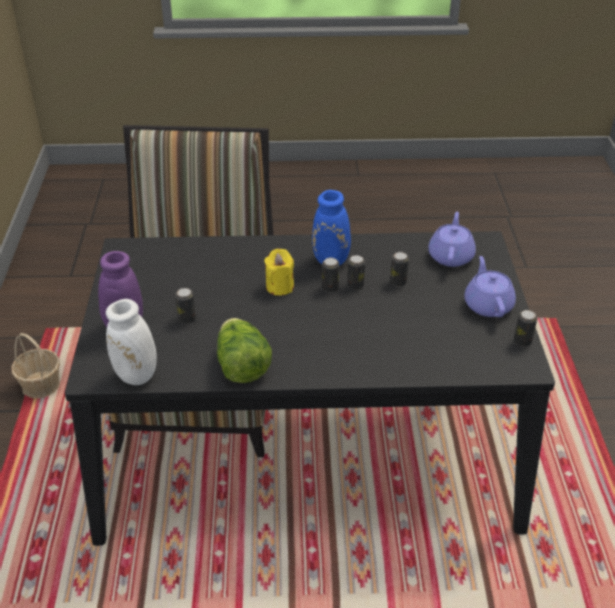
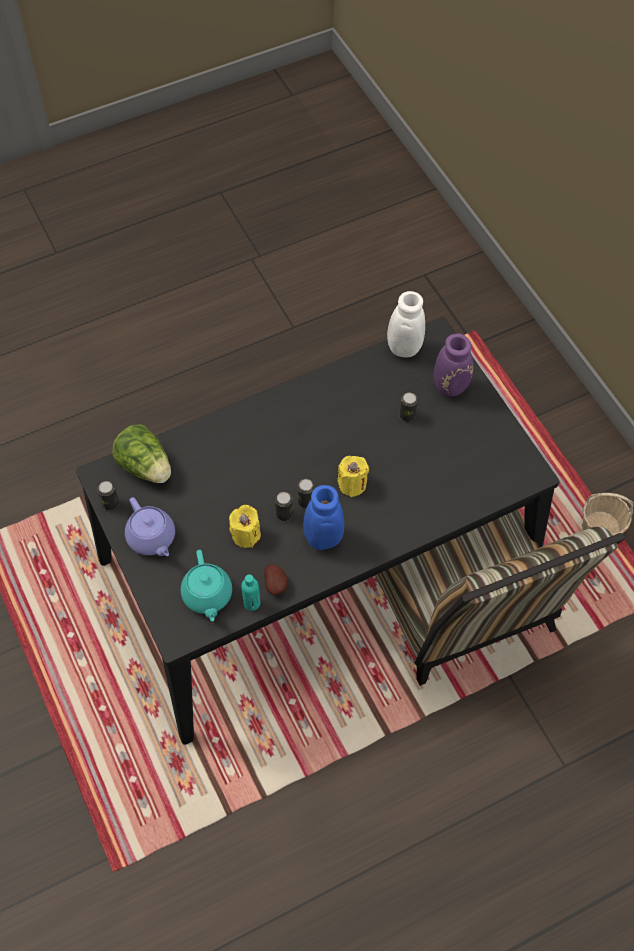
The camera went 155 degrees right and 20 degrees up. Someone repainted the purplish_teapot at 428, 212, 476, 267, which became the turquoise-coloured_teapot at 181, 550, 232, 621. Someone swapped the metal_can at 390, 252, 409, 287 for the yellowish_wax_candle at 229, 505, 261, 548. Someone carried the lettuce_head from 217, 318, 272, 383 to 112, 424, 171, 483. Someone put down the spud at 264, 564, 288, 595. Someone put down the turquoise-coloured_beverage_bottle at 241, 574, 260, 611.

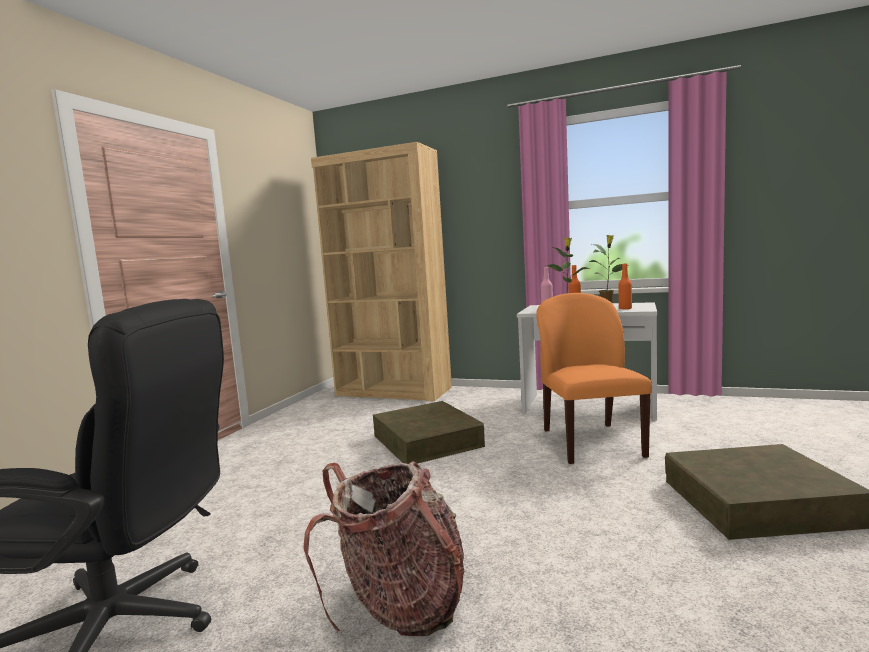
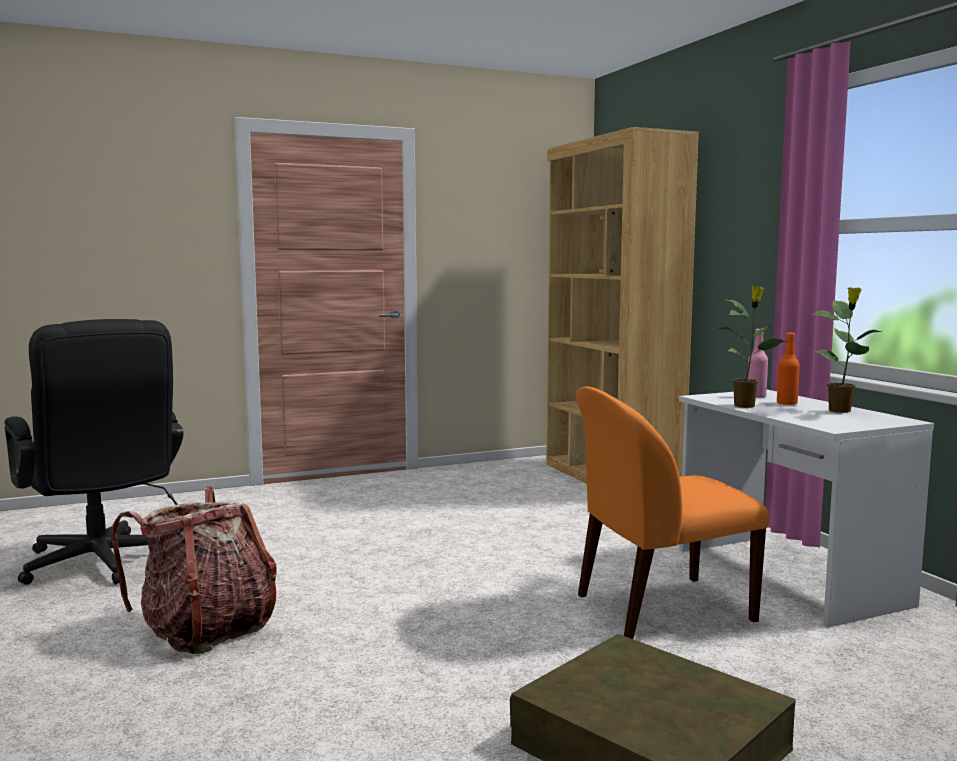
The camera went 45 degrees right and 0 degrees up. Someone took away the orange_beverage_bottle at 618, 263, 632, 309. Someone rotated the orange_upright_chair at 536, 293, 652, 464 by 150 degrees counterclockwise. Someone took away the brown-coloured_storage_bin at 373, 401, 485, 464.

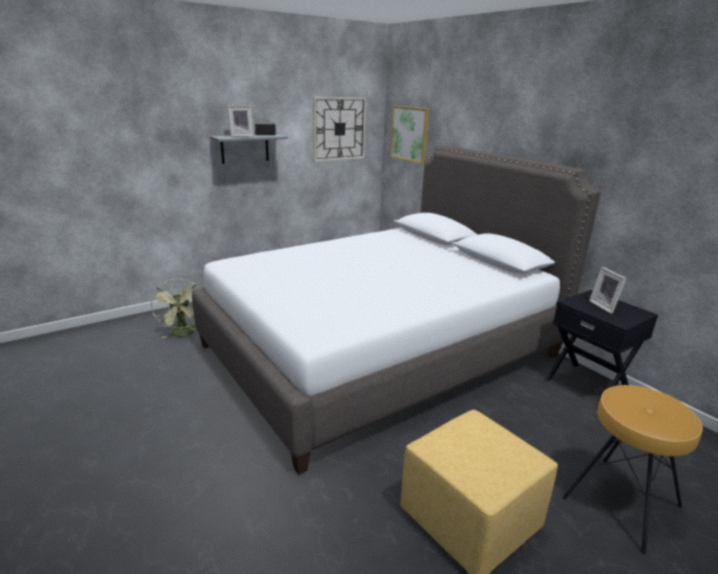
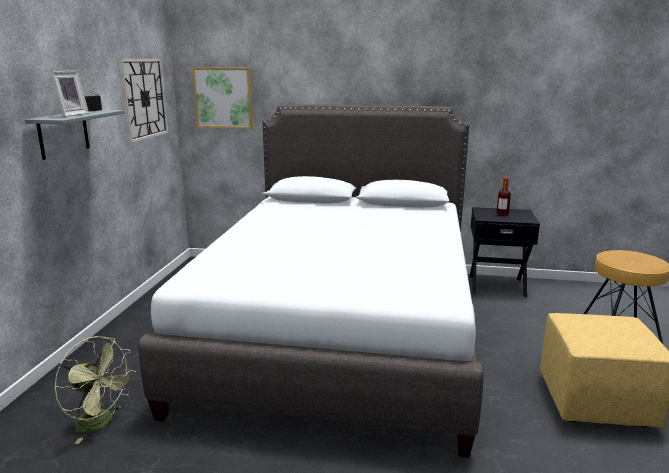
The camera went 45 degrees left and 5 degrees down. Someone swapped the standing_frame at 589, 267, 627, 314 for the beverage_bottle at 496, 178, 511, 216.

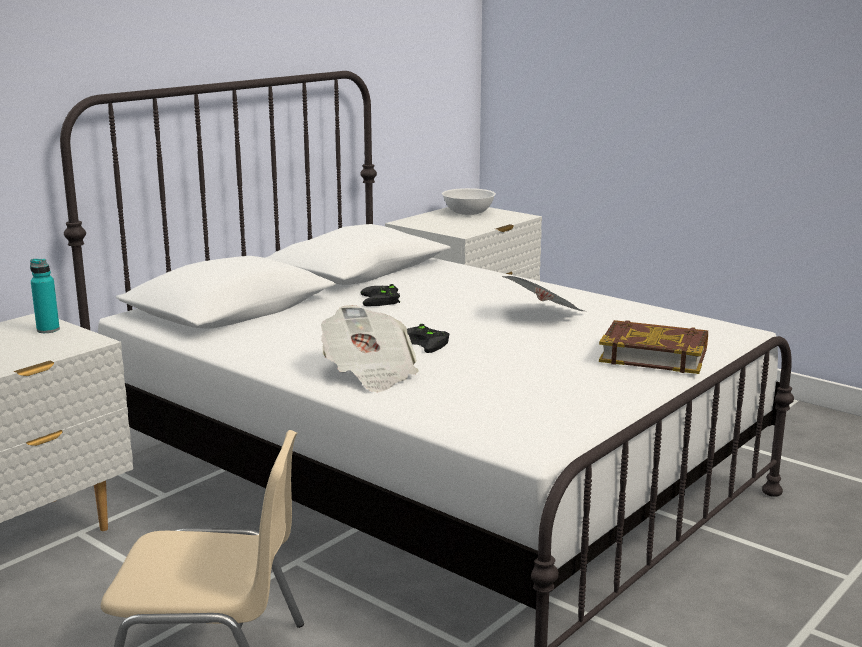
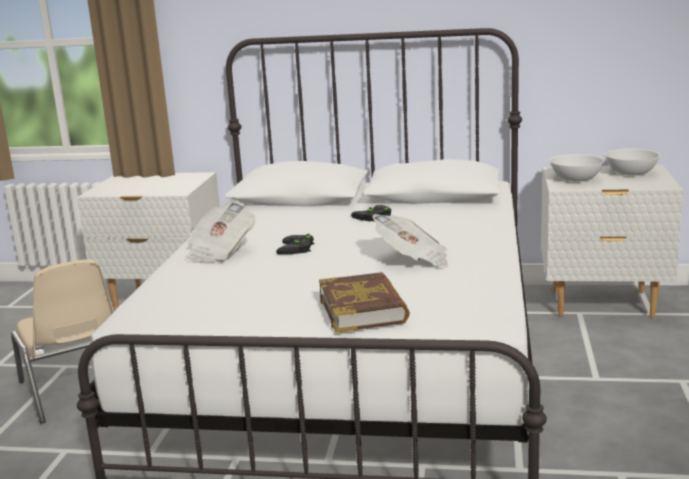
The camera went 60 degrees right and 0 degrees up. Someone took away the turquoise-coloured_beverage_bottle at 30, 259, 60, 333. Someone put down the white-coloured_deep_dish at 549, 154, 605, 181.

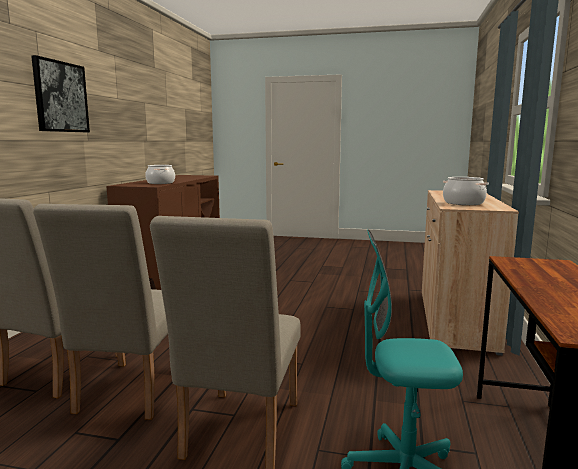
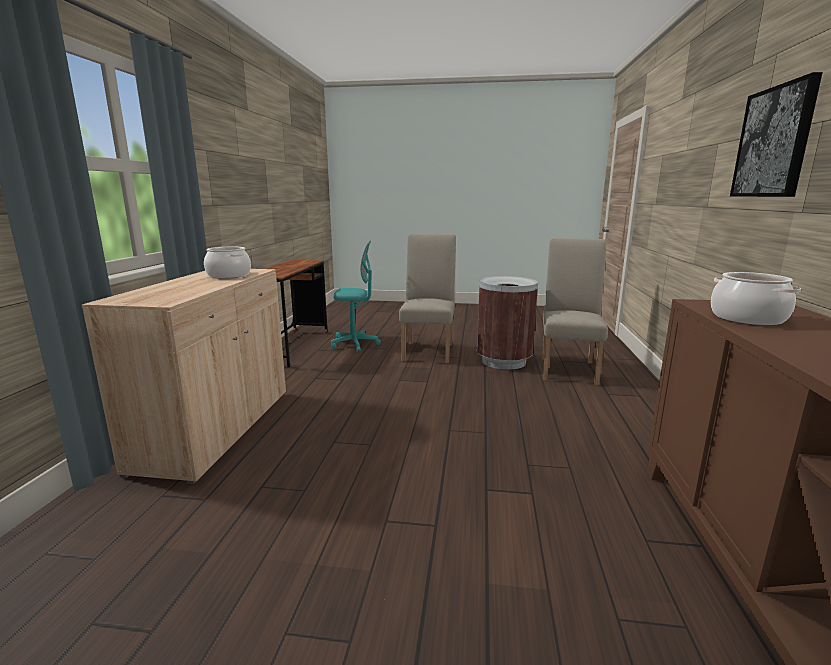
The camera went 175 degrees right and 5 degrees up. Someone swapped the beige_upright_chair at 33, 204, 168, 420 for the brown-coloured_trash_can at 477, 276, 538, 370.

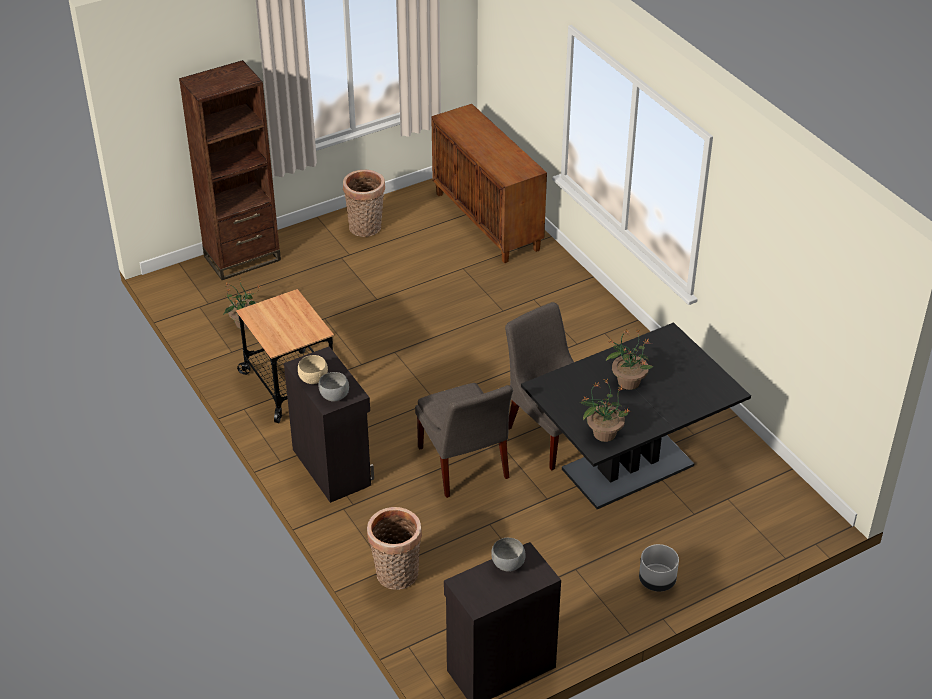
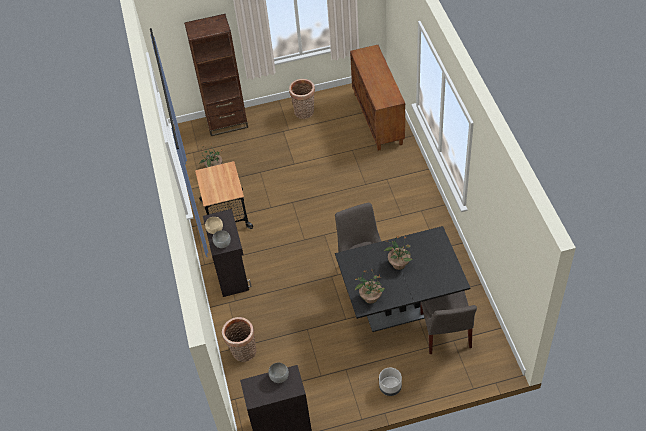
The camera went 20 degrees right and 10 degrees up. Someone carried the greyish_upright_chair from 415, 383, 513, 498 to 420, 291, 477, 354.

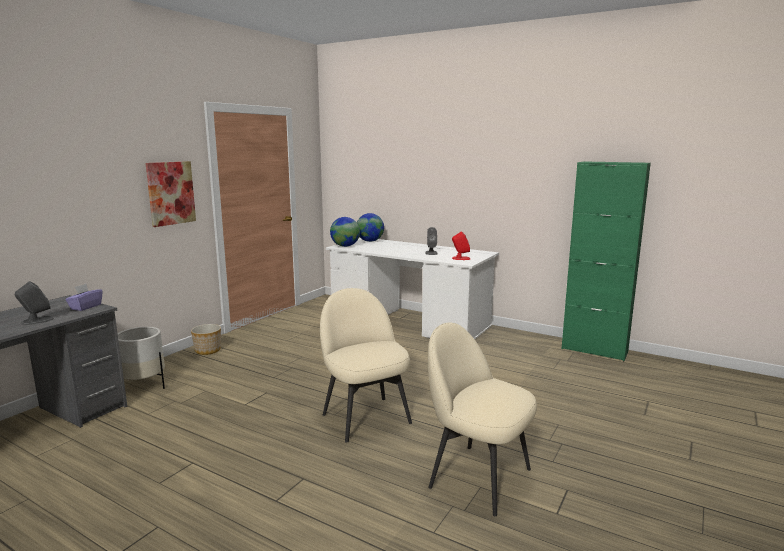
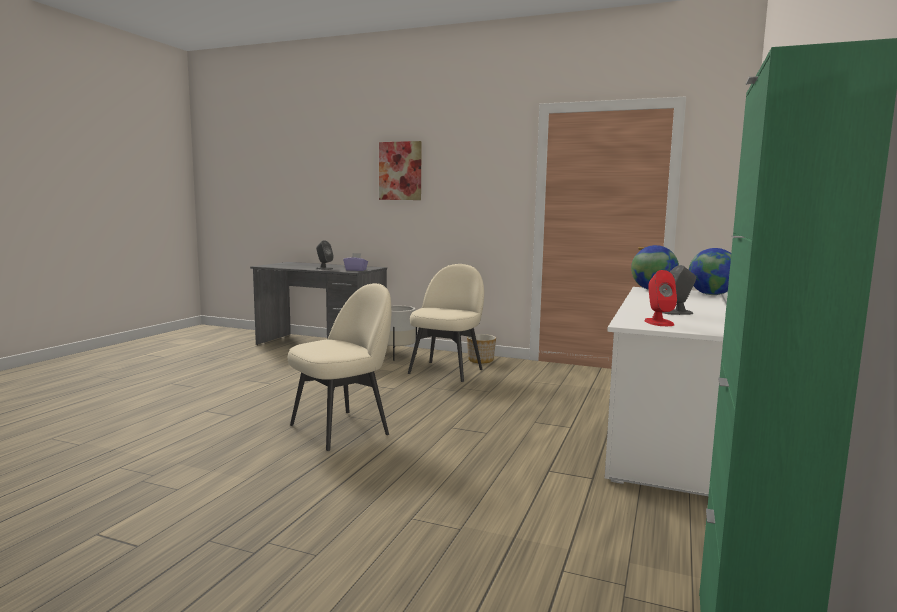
The camera went 80 degrees right and 5 degrees down. Someone carried the wall_art from 145, 161, 196, 227 to 379, 141, 422, 200. Someone carried the beige_upright_chair from 428, 323, 537, 516 to 408, 264, 484, 382.

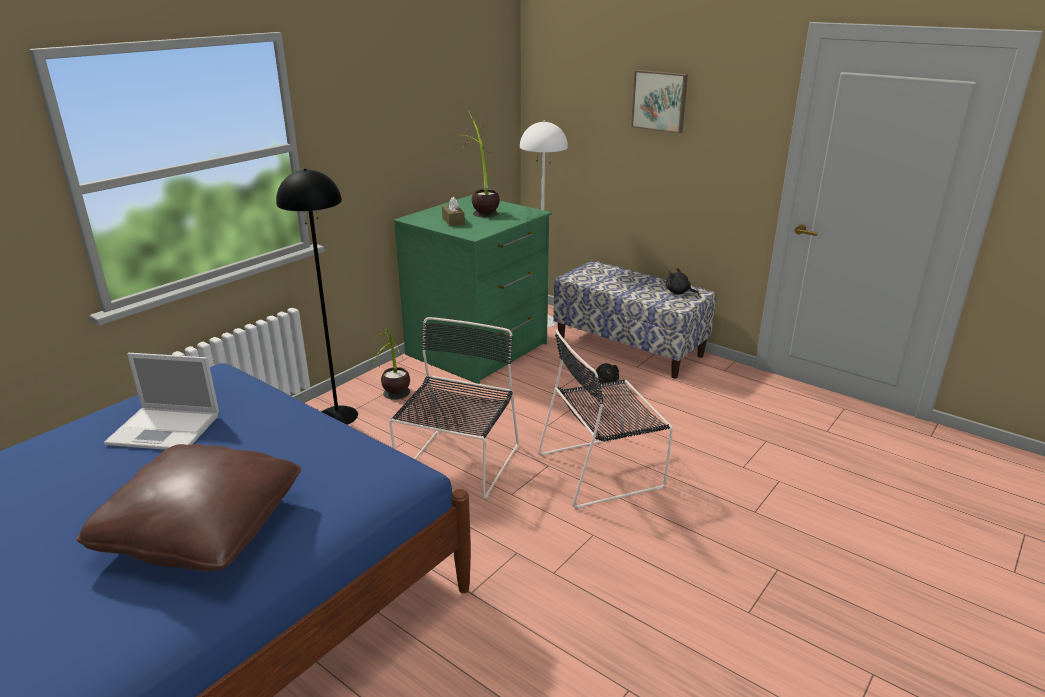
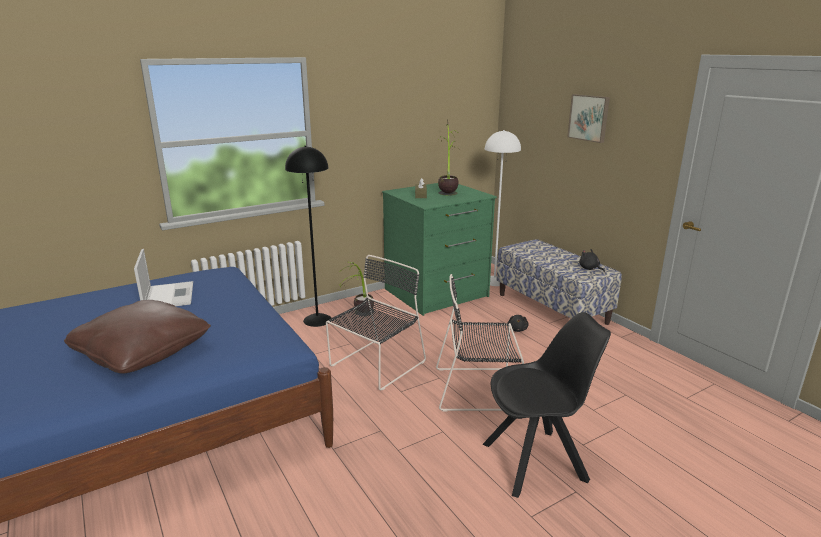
The camera went 20 degrees right and 5 degrees down. Someone rotated the portable_computer at 104, 353, 219, 450 by 135 degrees counterclockwise. Someone put down the black-coloured_upright_chair at 482, 312, 611, 498.

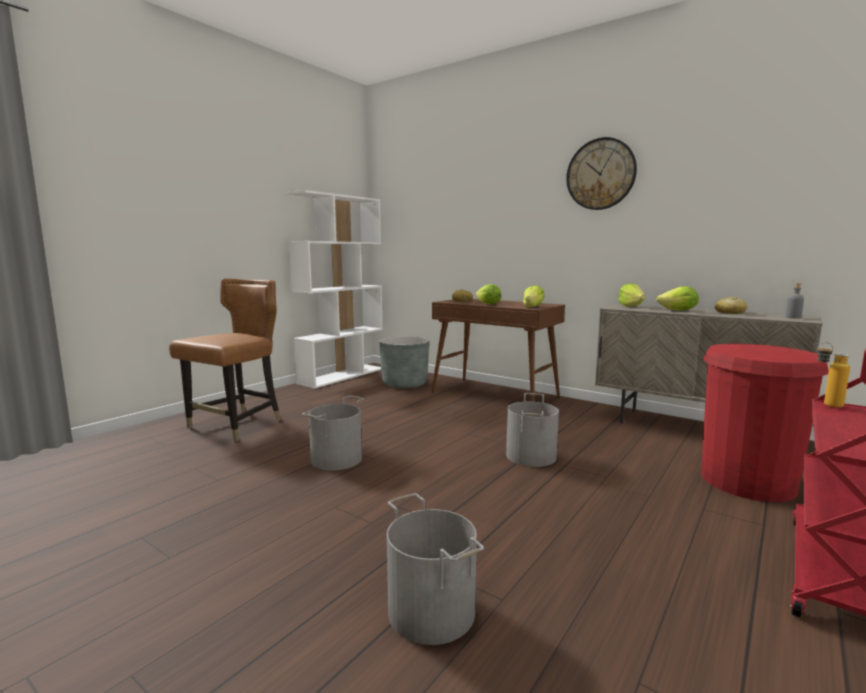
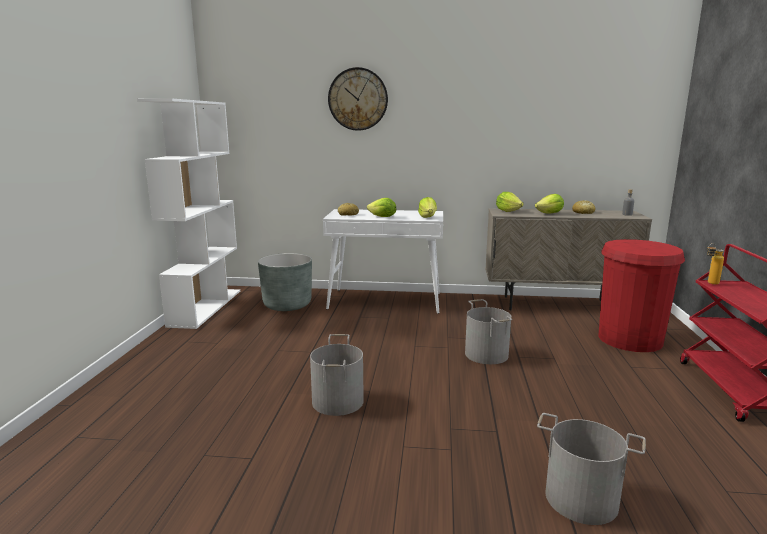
The camera went 30 degrees left and 5 degrees up. Someone carried the wall_clock from 566, 137, 637, 210 to 328, 67, 388, 131. Someone took away the brown-coloured_upright_chair at 169, 278, 281, 441. Someone repainted the brown-coloured_hall_table at 431, 299, 565, 402, which became the white-coloured_hall_table at 323, 209, 443, 314.

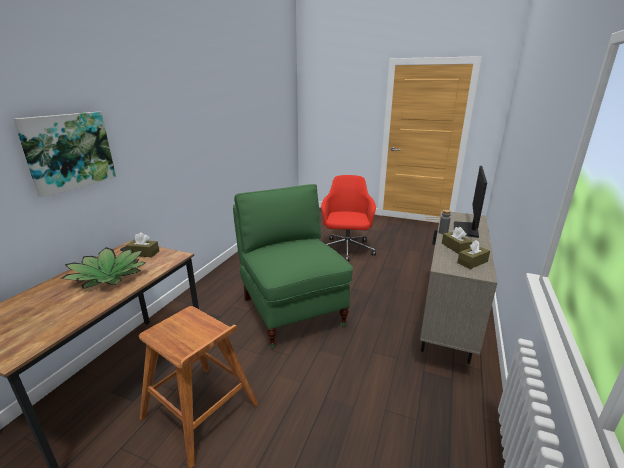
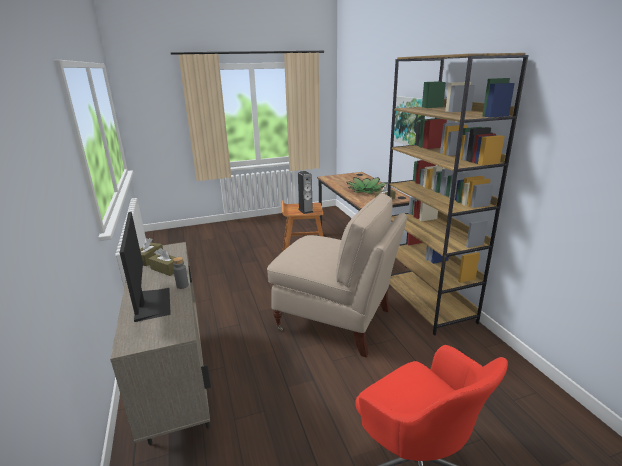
The camera went 140 degrees right and 0 degrees up. Someone repainted the greenish_upright_chair at 233, 184, 353, 348, which became the beige_upright_chair at 267, 193, 407, 358. Someone put down the brown-coloured_bookshelf at 387, 53, 528, 336. Someone put down the audio_speaker at 298, 171, 313, 214.

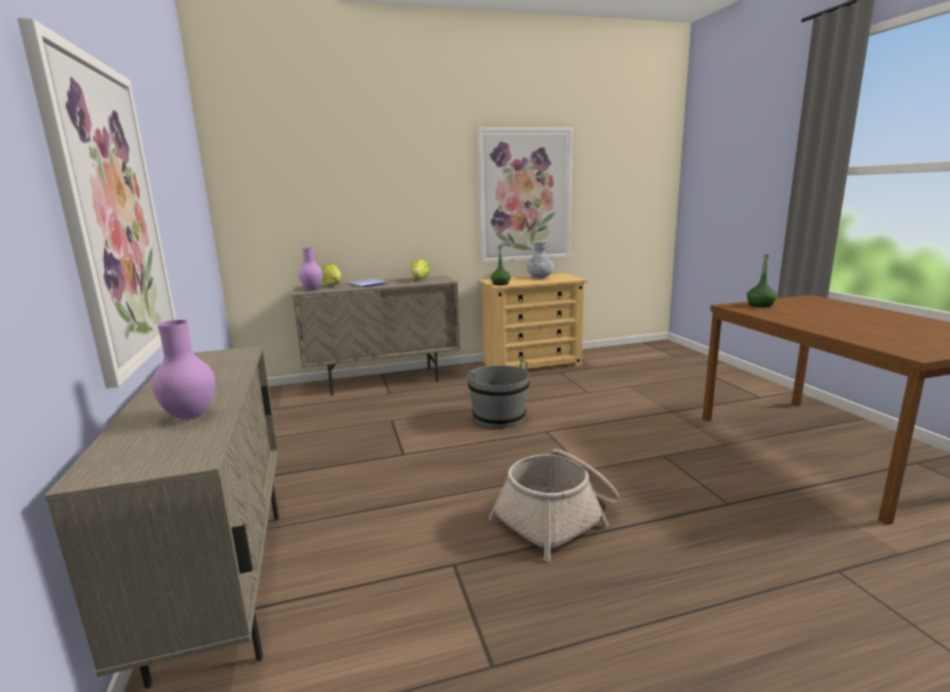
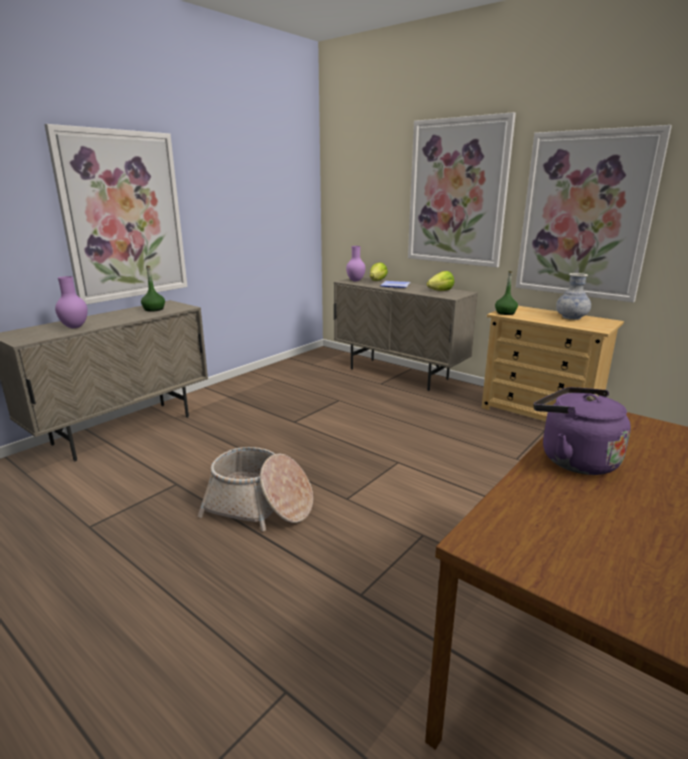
The camera went 55 degrees right and 5 degrees up. Someone carried the greenish_beverage_bottle from 747, 254, 777, 307 to 141, 266, 165, 312. Someone took away the greyish_water_bucket at 467, 360, 530, 429. Someone put up the wall_art at 408, 112, 516, 267. Someone put down the purplish_water_kettle at 533, 387, 631, 475.

